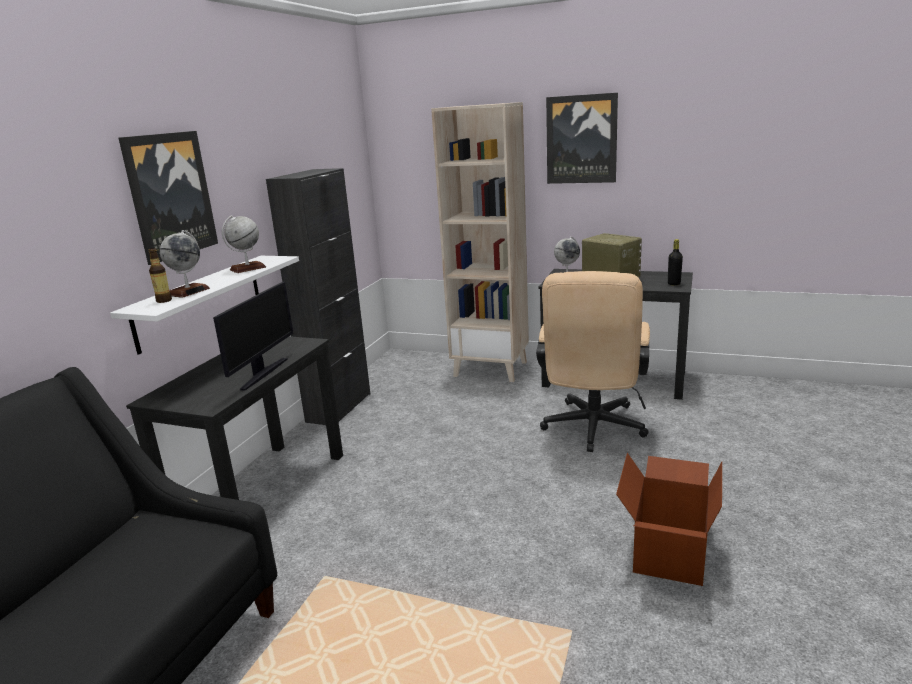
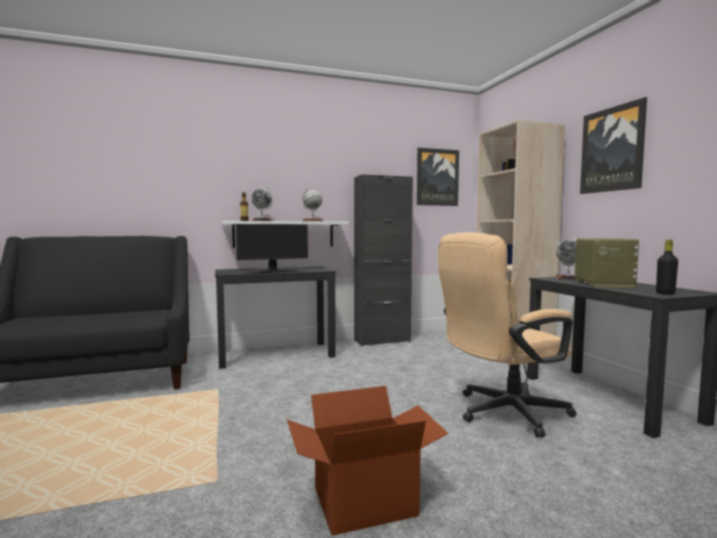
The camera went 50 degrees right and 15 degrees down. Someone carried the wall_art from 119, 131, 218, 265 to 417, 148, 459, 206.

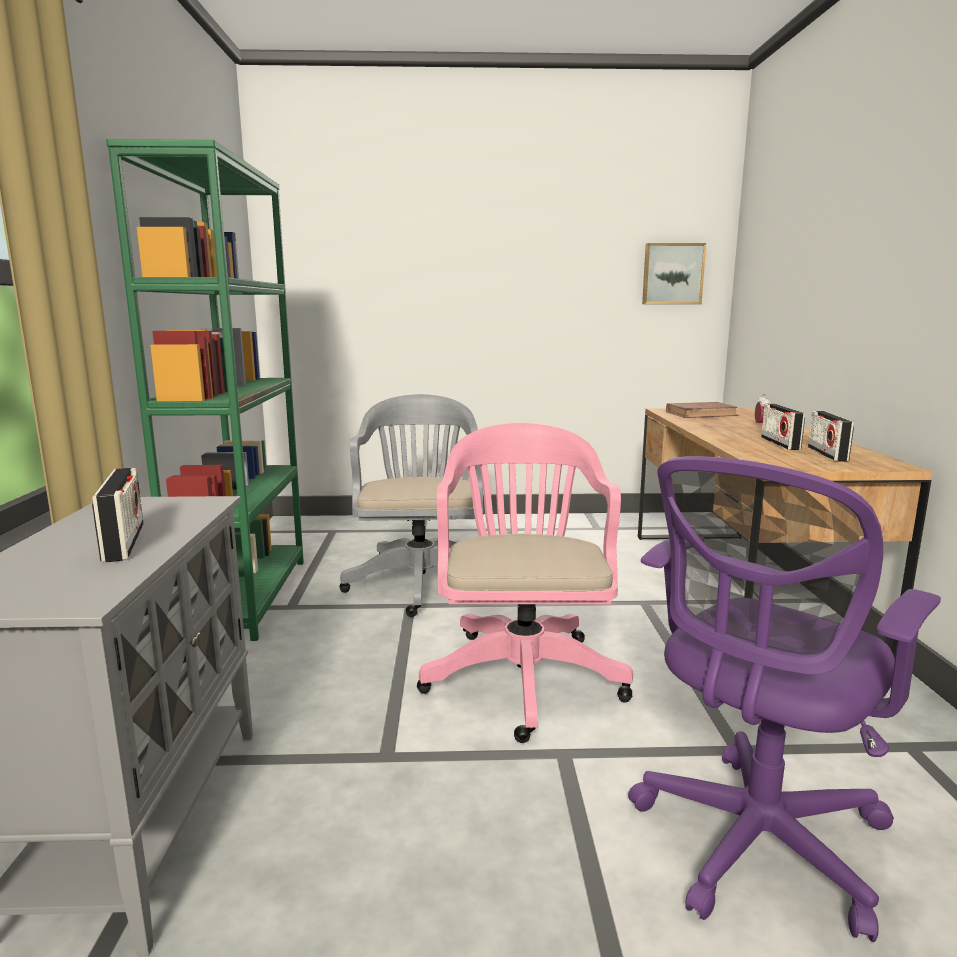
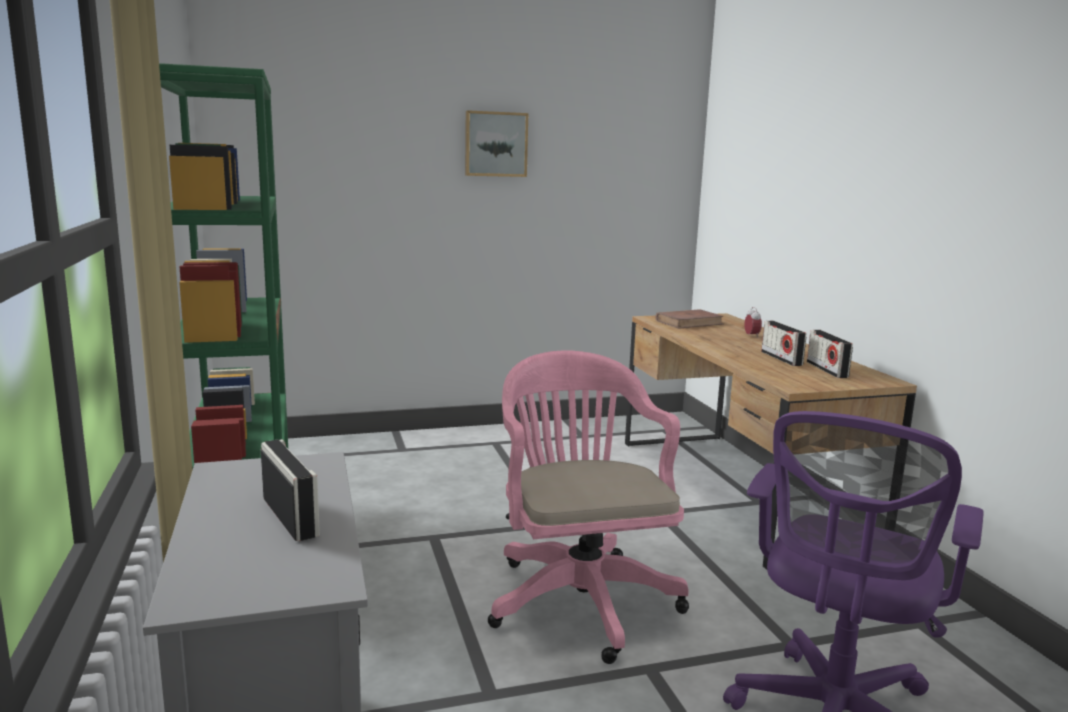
The camera went 15 degrees left and 0 degrees up. Someone carried the wall_art from 642, 243, 706, 304 to 465, 110, 528, 177. Someone took away the greyish_office_chair at 339, 394, 483, 617.

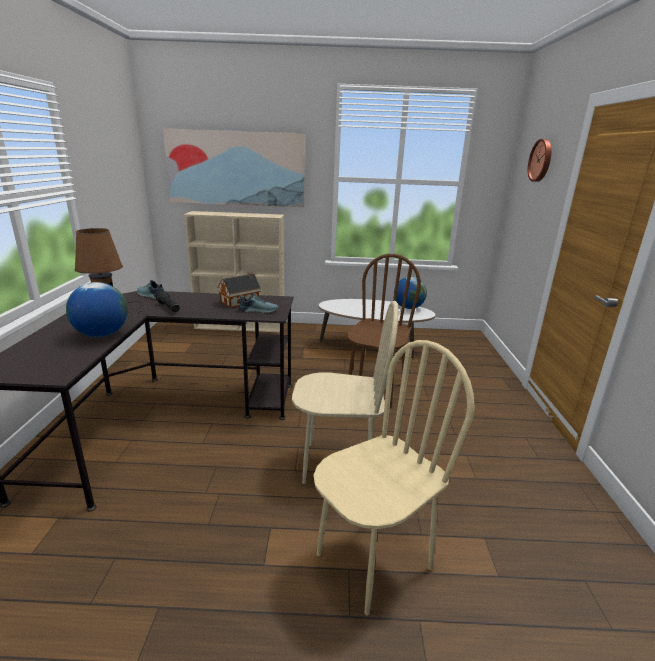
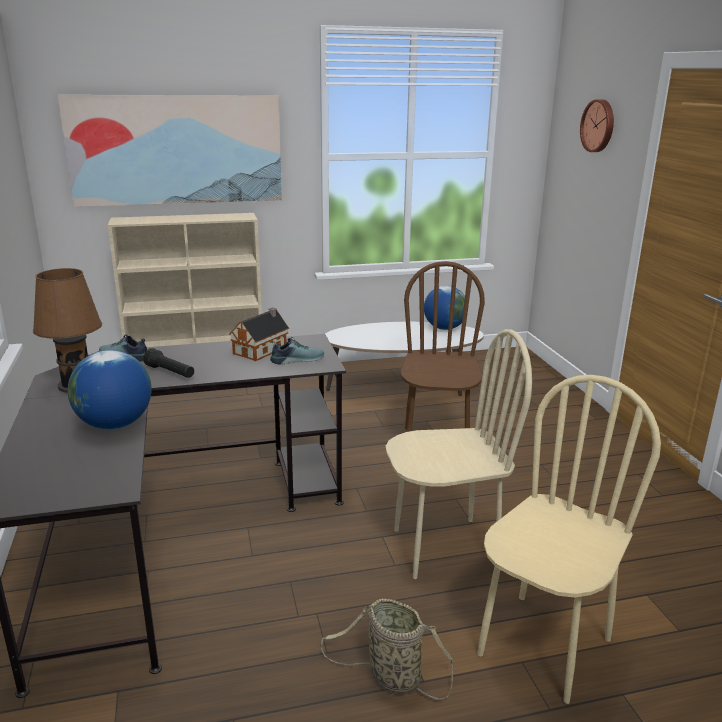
The camera went 15 degrees left and 0 degrees up. Someone put down the household_basket at 321, 598, 453, 700.

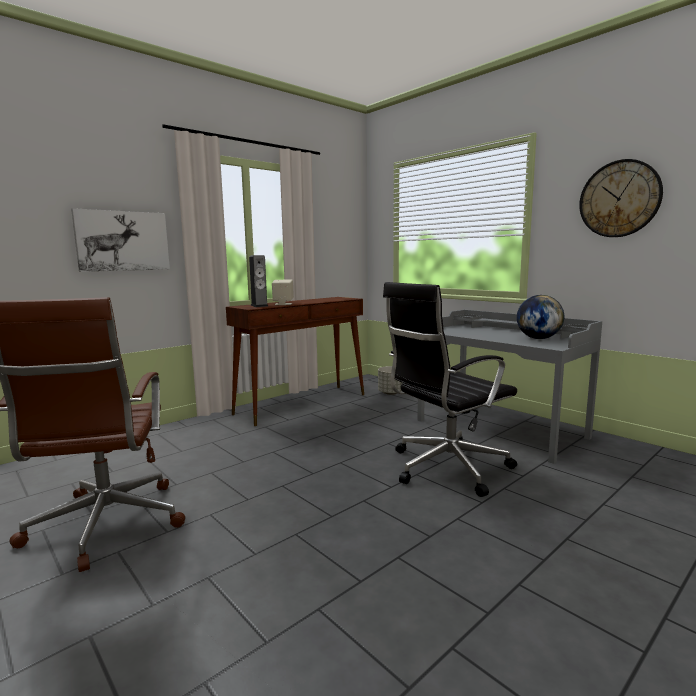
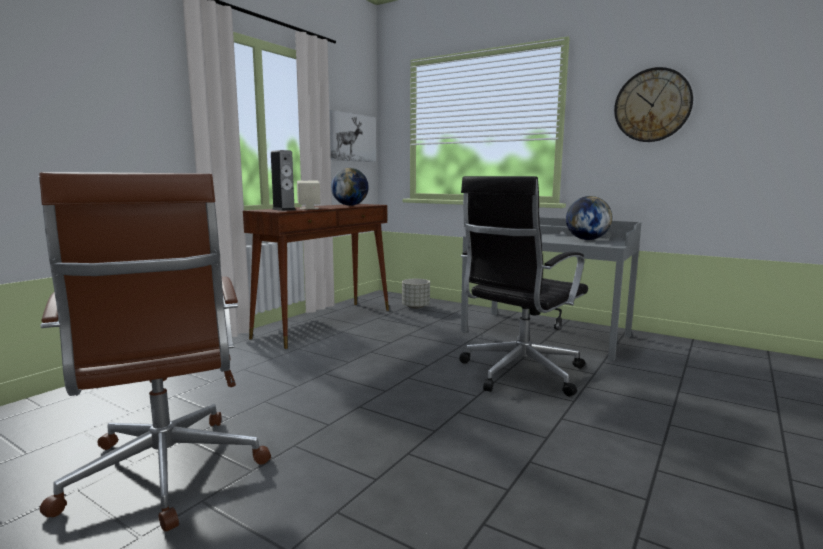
The camera went 15 degrees left and 0 degrees up. Someone carried the wall_art from 71, 208, 170, 272 to 329, 110, 376, 162. Someone put down the world_globe at 331, 168, 369, 206.

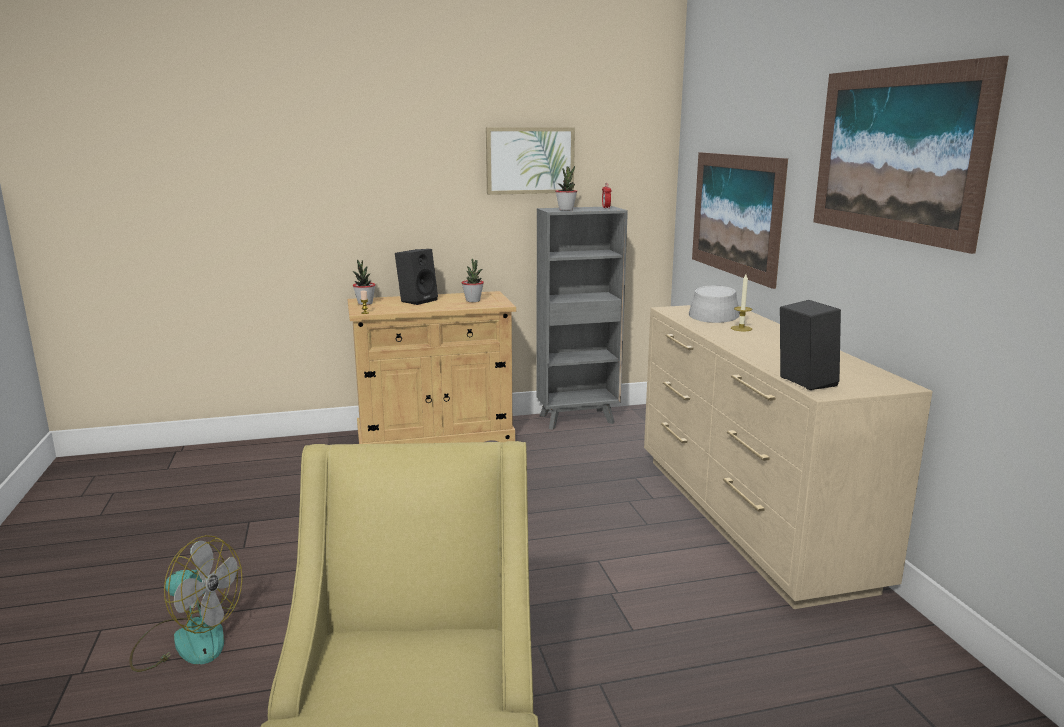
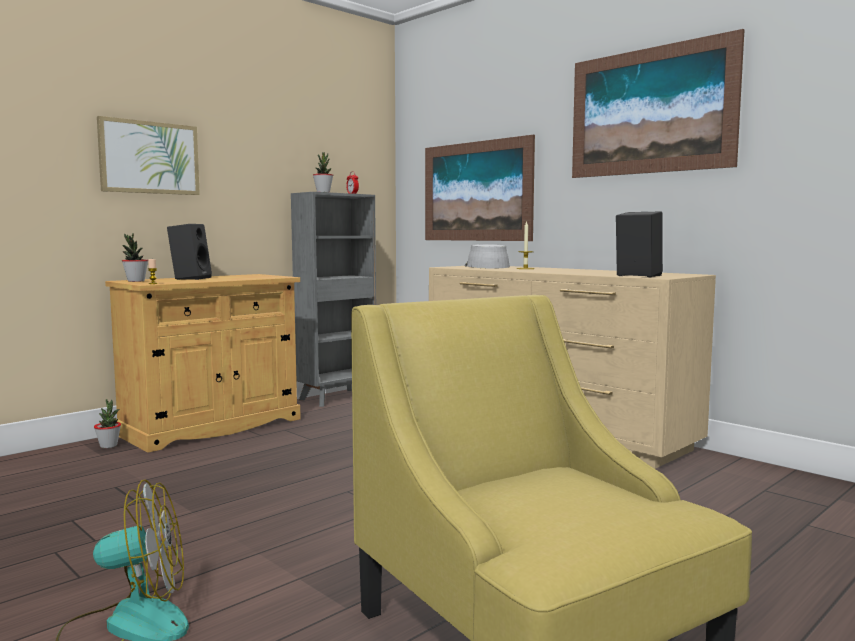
The camera went 30 degrees left and 10 degrees down. Someone carried the wall_art from 486, 127, 575, 195 to 97, 116, 200, 195. Someone carried the houseplant from 462, 259, 484, 302 to 94, 399, 121, 448.

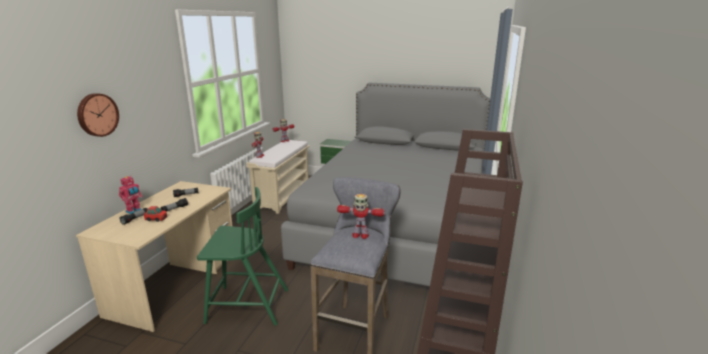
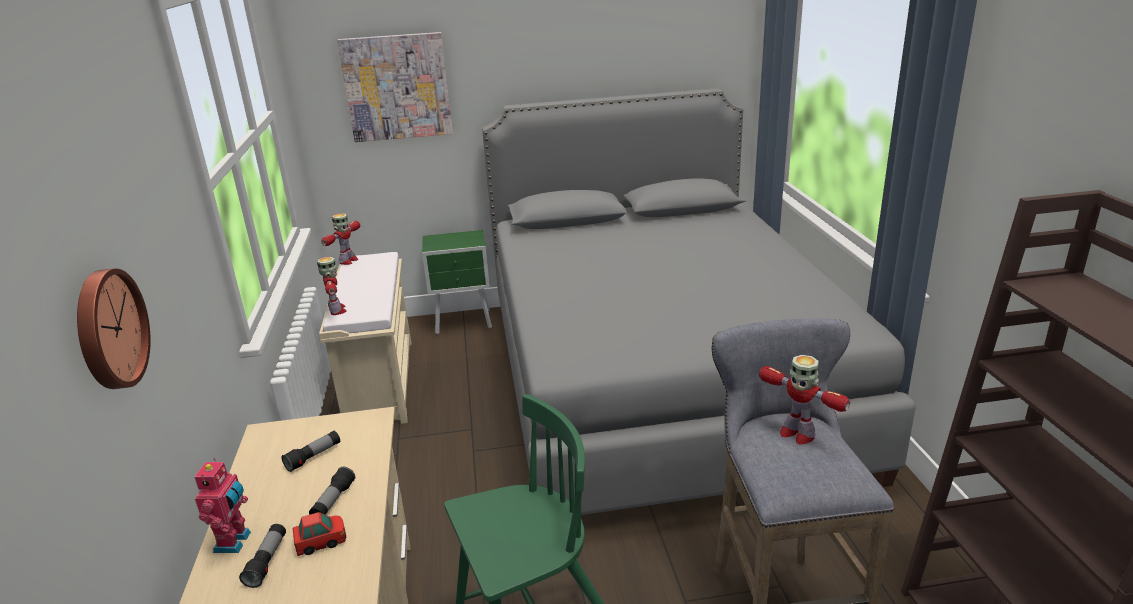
The camera went 25 degrees left and 5 degrees up. Someone rotated the robot_figure at 337, 194, 385, 239 by 60 degrees clockwise. Someone put up the wall_art at 337, 32, 453, 142.

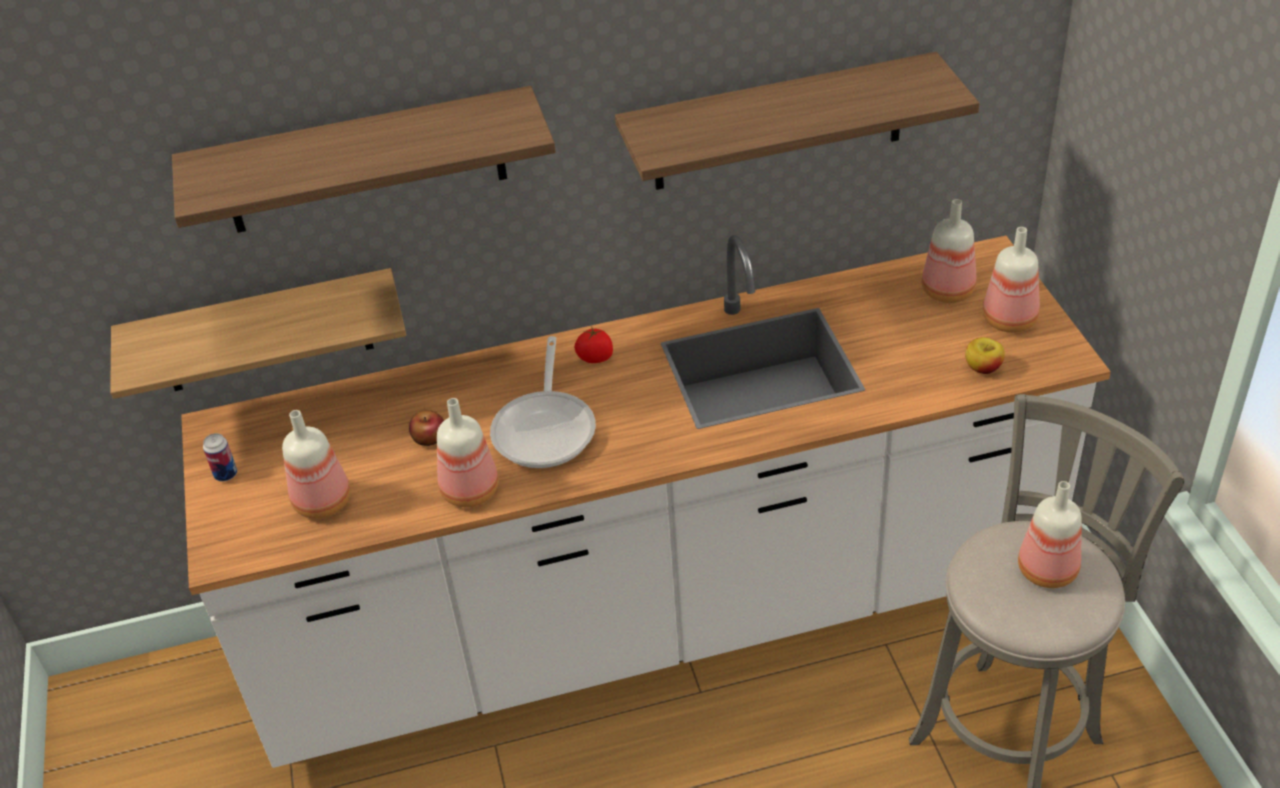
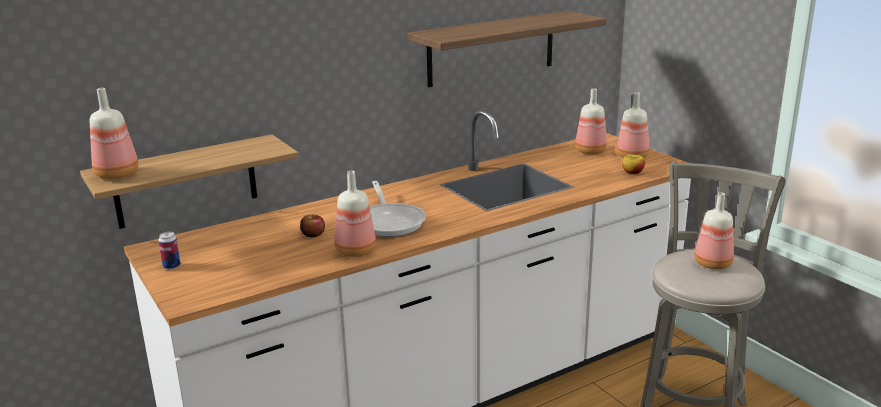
The camera went 20 degrees left and 20 degrees down. Someone took away the wall_shelf at 172, 86, 556, 233. Someone took away the fresh_tomato at 574, 326, 613, 363. Someone carried the beverage_bottle from 282, 410, 351, 519 to 90, 88, 139, 179.

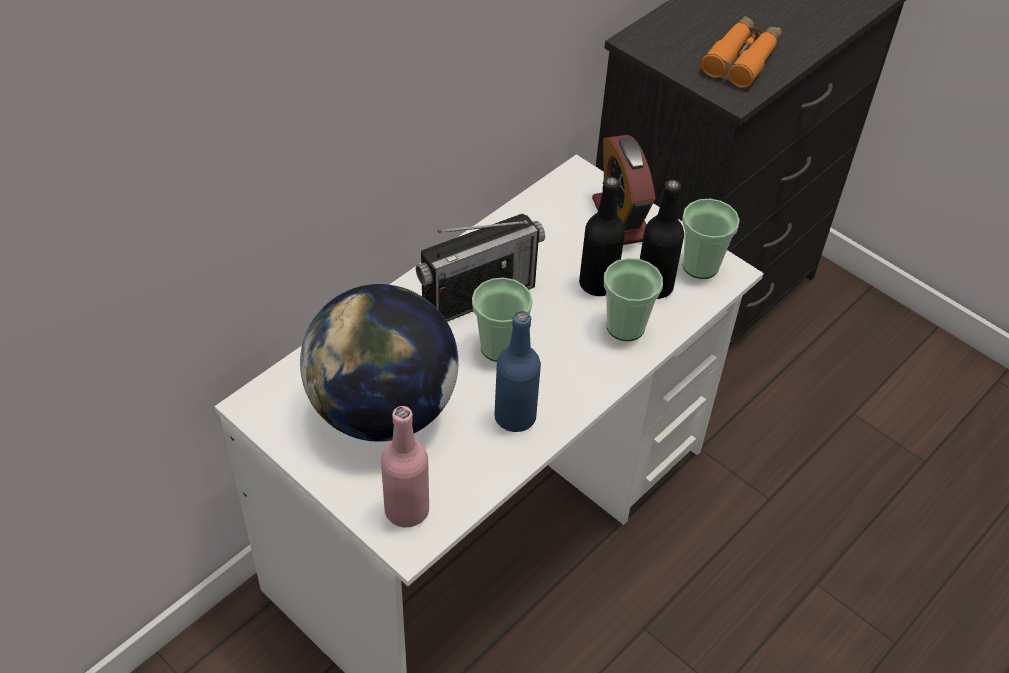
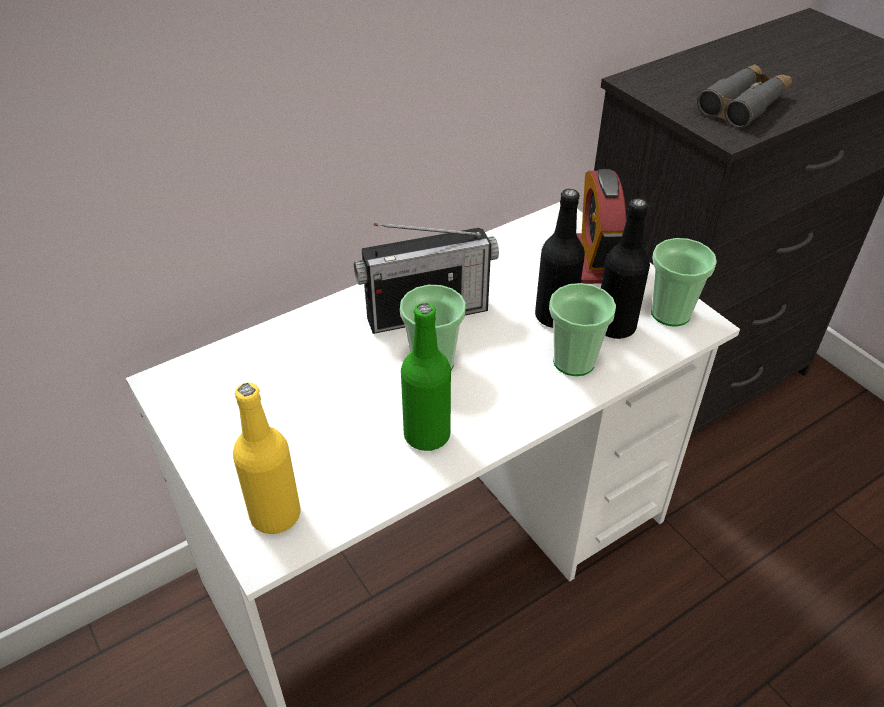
The camera went 15 degrees right and 5 degrees down. Someone repainted the orange_pair_of_binoculars at 701, 16, 782, 88, which became the greyish_pair_of_binoculars at 697, 64, 792, 128. Someone took away the world_globe at 300, 284, 458, 442. Someone repainted the bluish_beverage_bottle at 495, 311, 541, 432, which became the greenish_beverage_bottle at 401, 303, 451, 451. Someone repainted the pink_beverage_bottle at 381, 406, 429, 527, which became the yellowish_beverage_bottle at 233, 382, 301, 534.

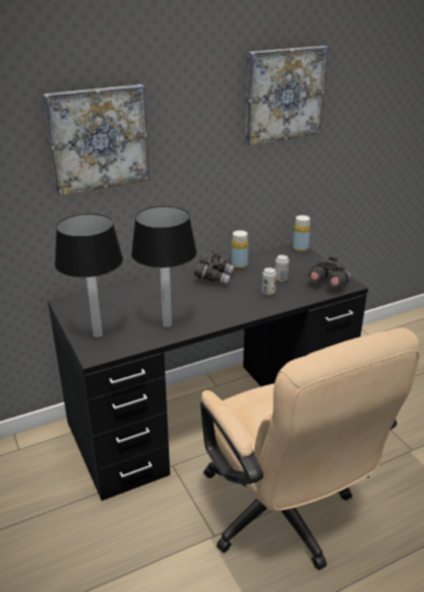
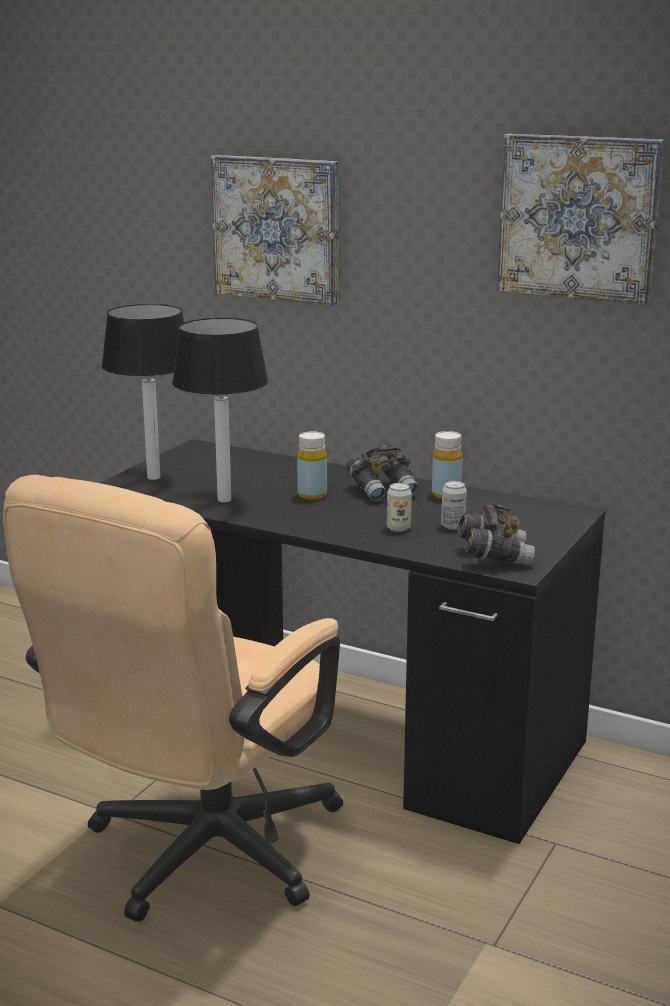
The camera went 55 degrees right and 10 degrees down. Someone carried the yellowish_beverage_bottle from 293, 215, 310, 252 to 297, 431, 327, 500.

